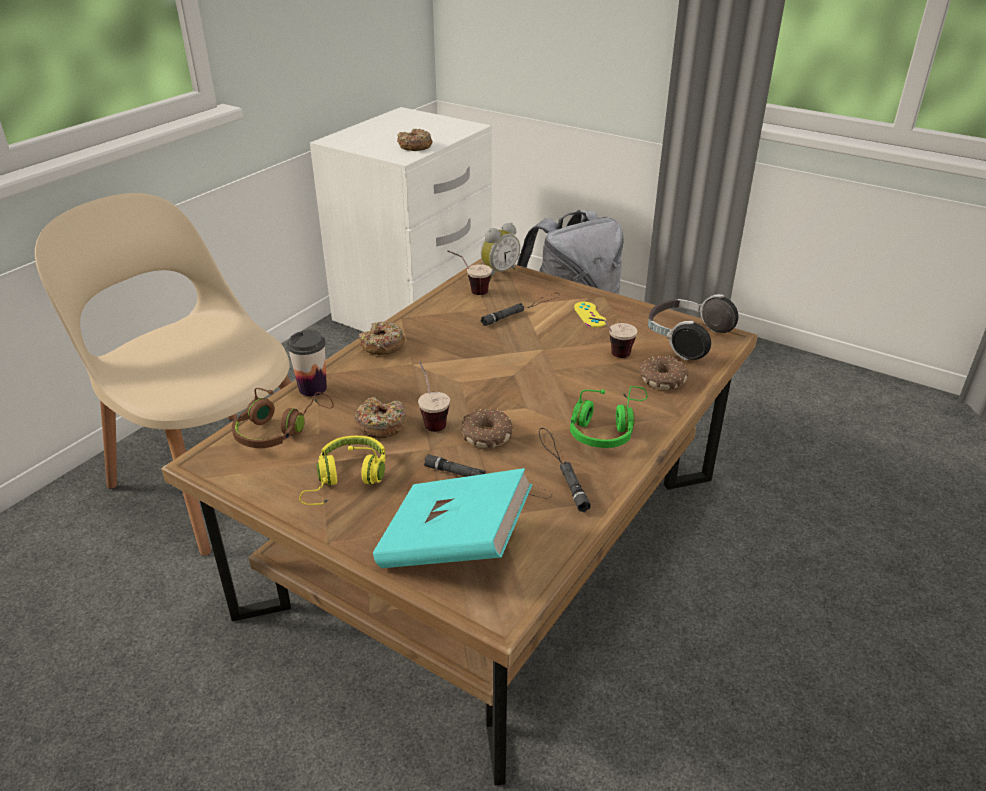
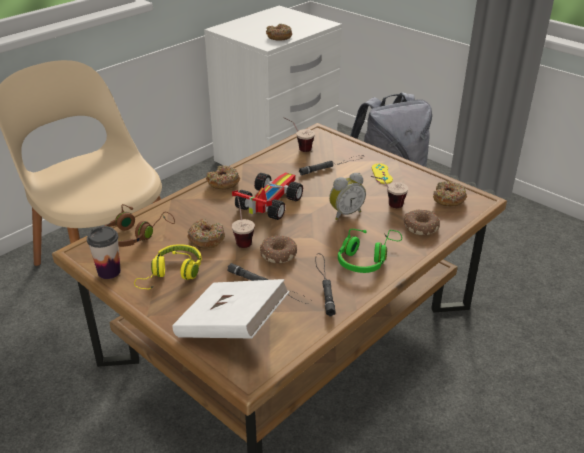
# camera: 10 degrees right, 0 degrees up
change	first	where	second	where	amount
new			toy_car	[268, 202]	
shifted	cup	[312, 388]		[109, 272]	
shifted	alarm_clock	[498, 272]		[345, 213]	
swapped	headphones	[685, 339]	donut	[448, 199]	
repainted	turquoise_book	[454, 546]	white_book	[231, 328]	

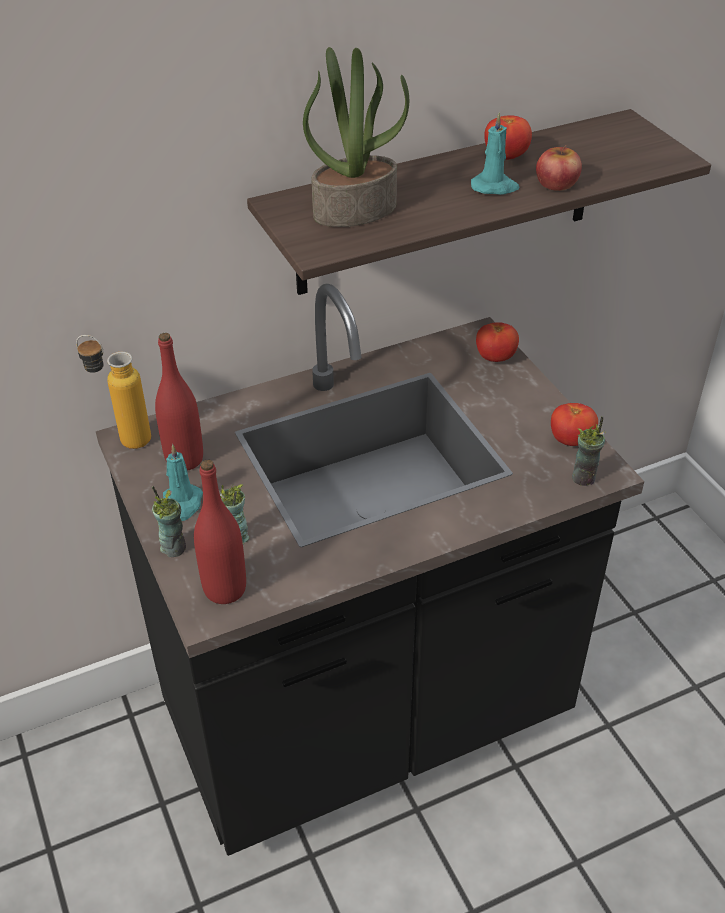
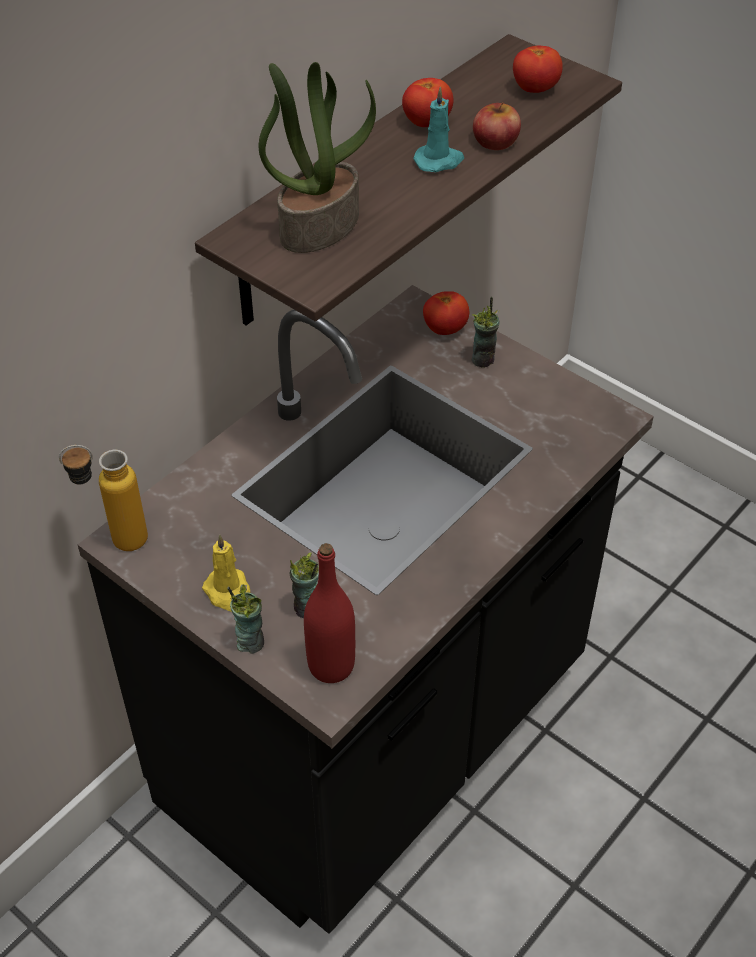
# camera: 25 degrees left, 5 degrees up
change	first	where	second	where	amount
gone	red_bottle	[184, 459]			
shifted	tomato	[571, 440]		[535, 89]	
shifted	cup	[584, 478]		[483, 359]	
repainted	turquoise_candle	[182, 504]	yellow_candle	[228, 592]	

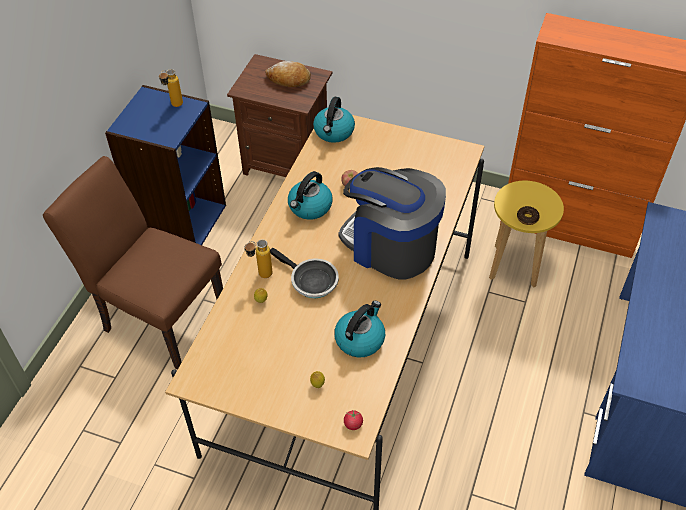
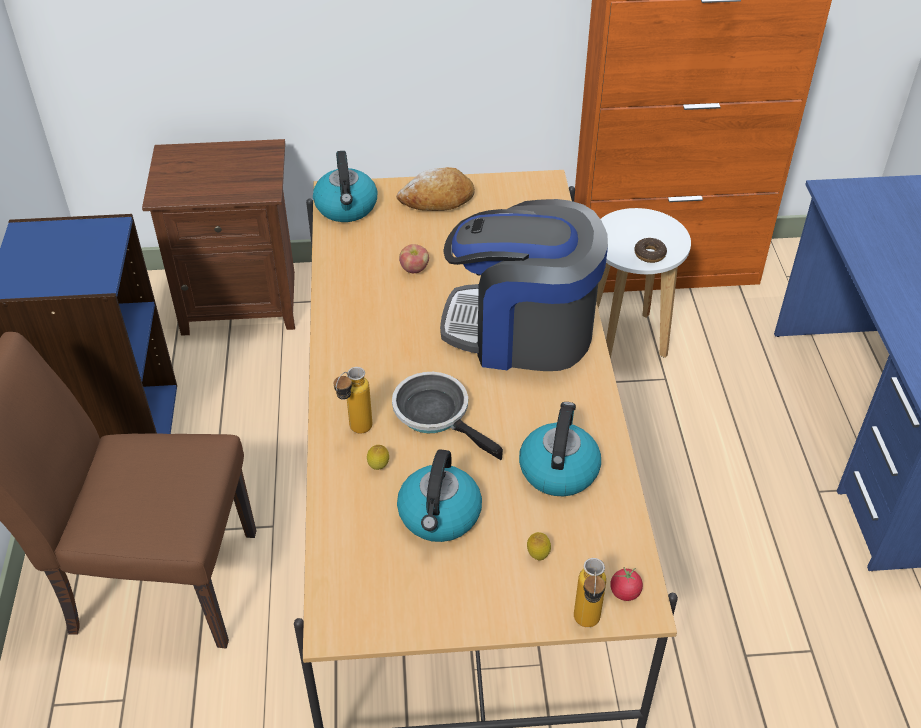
# camera: 25 degrees left, 5 degrees down
change	first	where	second	where	amount
shifted	bottle	[174, 106]		[586, 627]	
shifted	bread	[288, 79]		[437, 199]	
shifted	kettle	[310, 207]		[439, 516]	
repainted	yellow_stool	[515, 266]	white_stool	[626, 339]	
rotated	frying_pan	[311, 281]		[436, 414]	150 degrees counterclockwise

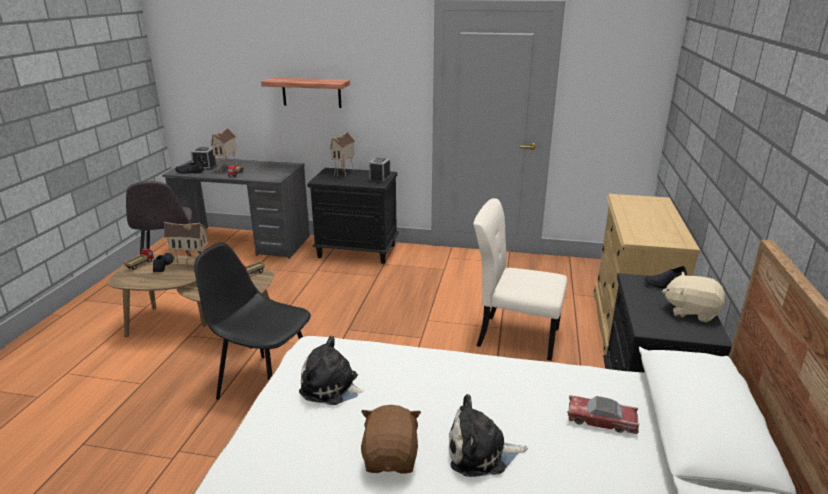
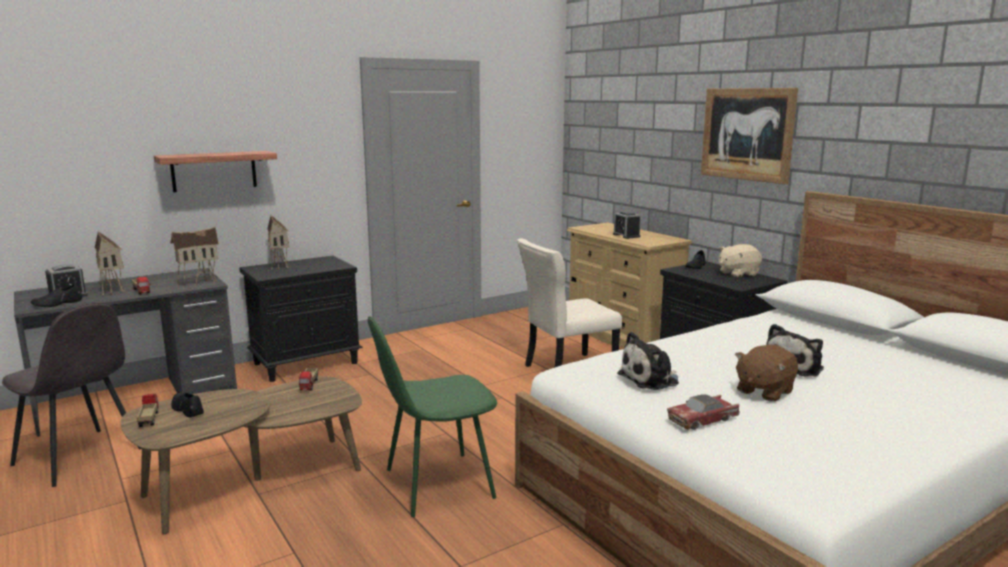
# camera: 45 degrees left, 10 degrees down
change	first	where	second	where	amount
new			picture	[747, 134]	
shifted	toy_house	[191, 266]		[198, 284]	
shifted	alarm_clock	[380, 179]		[626, 235]	
shifted	toy_car	[601, 420]		[702, 419]	
repainted	black_chair	[265, 384]	green_chair	[435, 484]	
rotated	brown_plush_toy	[391, 458]		[764, 391]	90 degrees counterclockwise

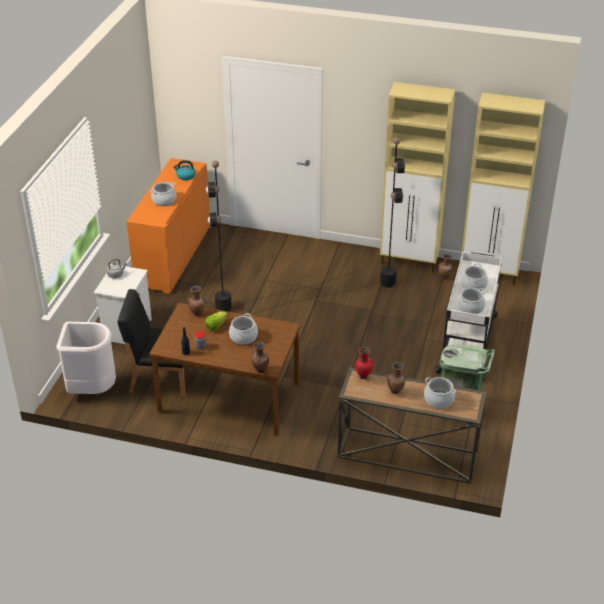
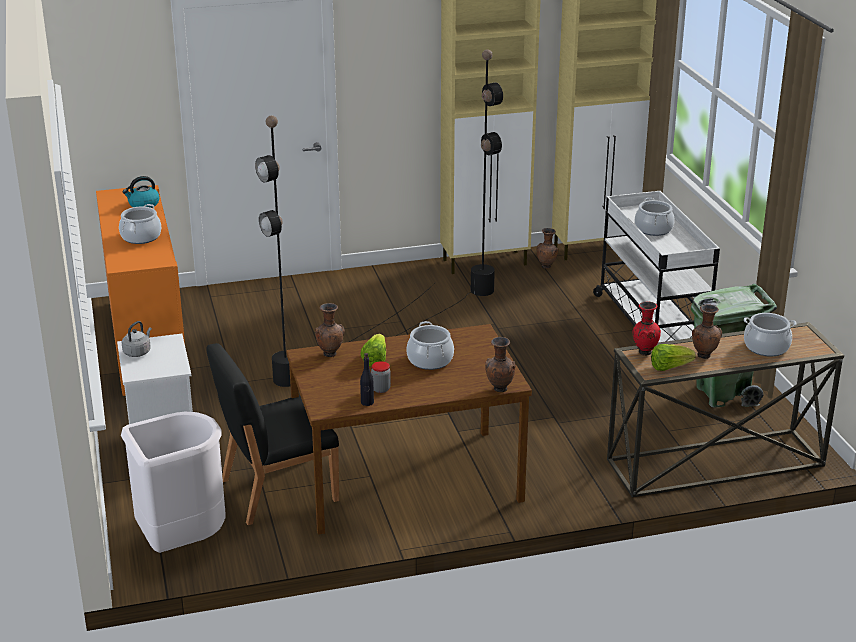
# camera: 30 degrees left, 10 degrees down
change	first	where	second	where	amount
gone	cooking_pot	[470, 308]			
new			lettuce	[669, 367]	

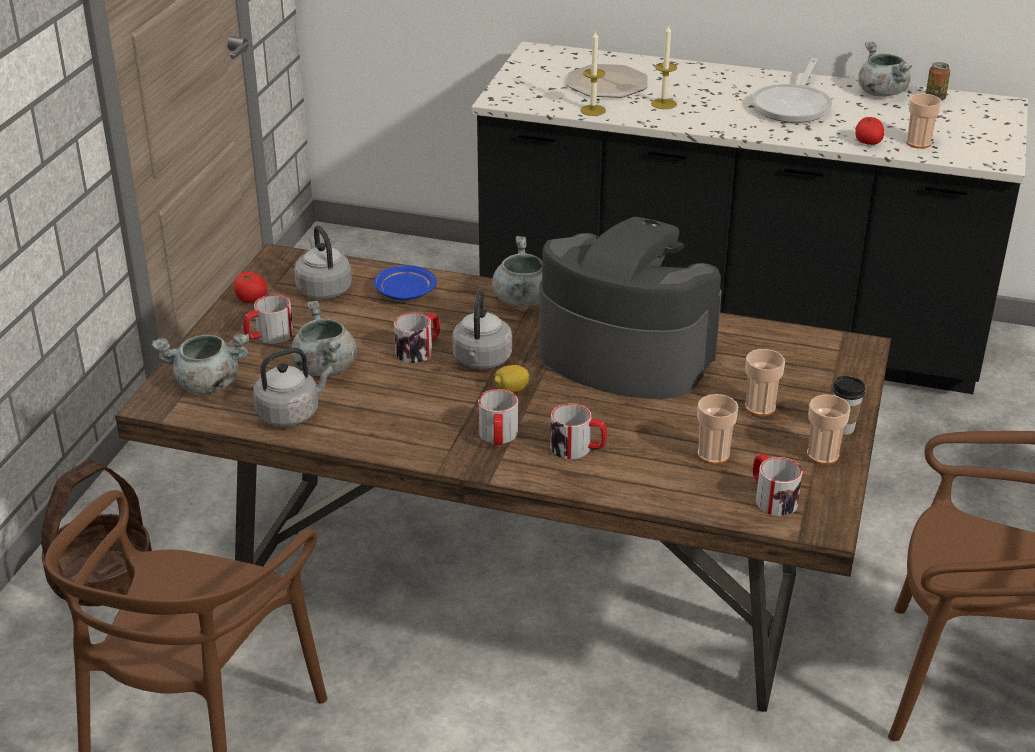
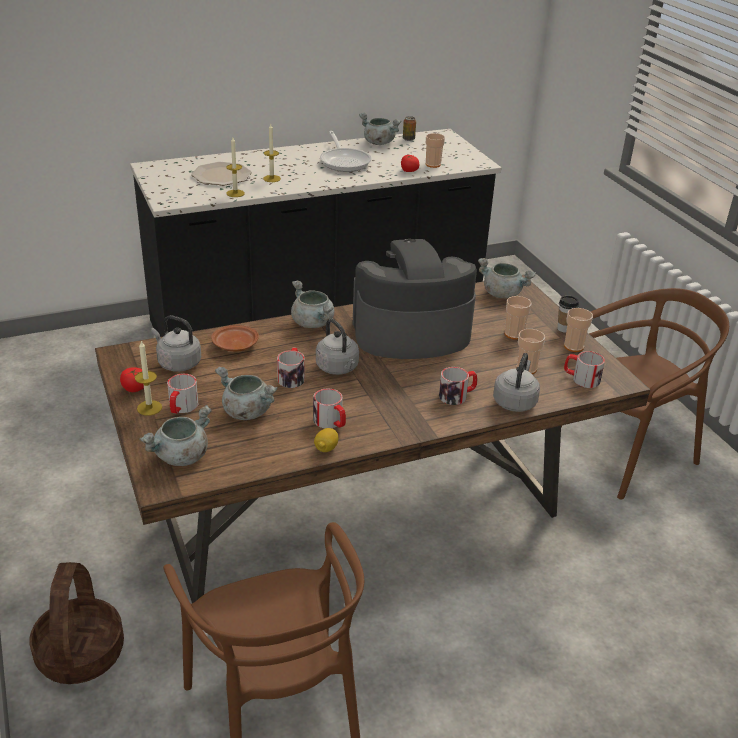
# camera: 40 degrees left, 0 degrees up
change	first	where	second	where	amount
new			candle	[149, 408]	
new			grey_cooking_pot	[503, 294]	
shifted	grey_kettle	[291, 413]		[515, 401]	
shifted	mug	[498, 436]		[331, 422]	
shifted	lemon	[511, 390]		[326, 448]	
repainted	blue_plate	[404, 292]	brown_plate	[234, 345]	

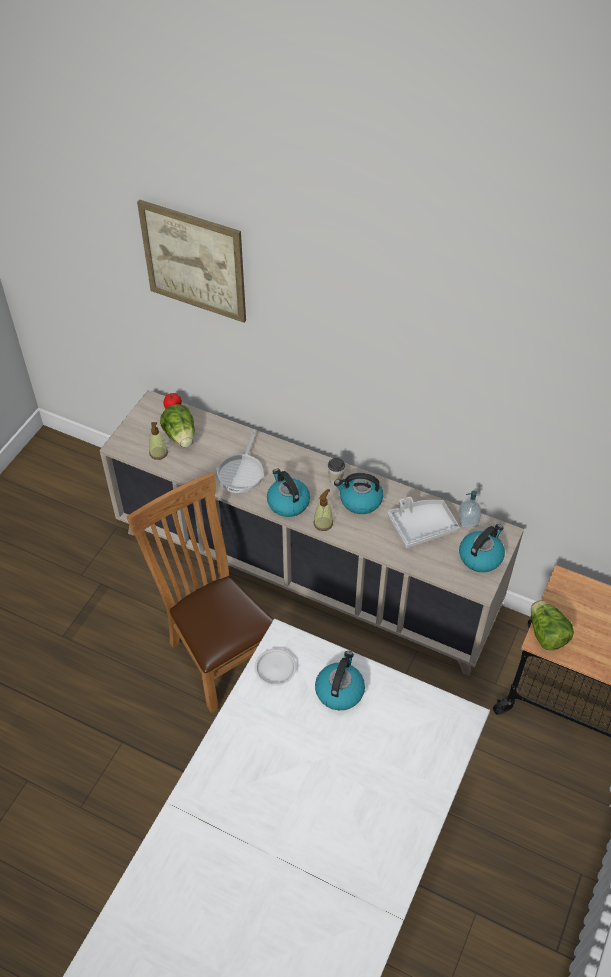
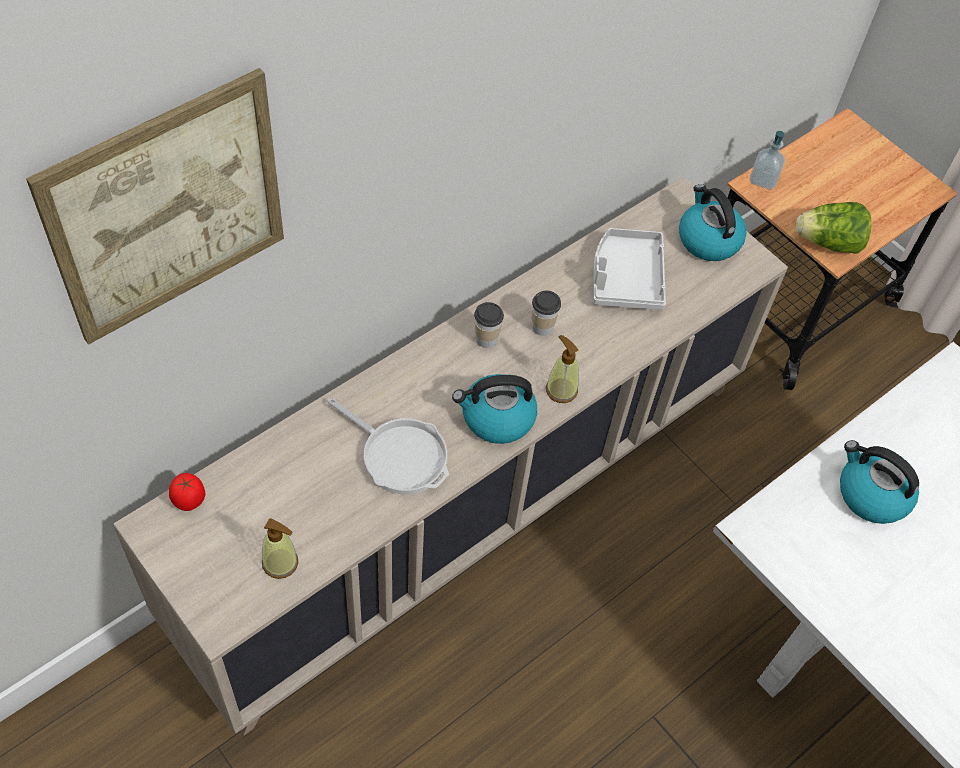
# camera: 70 degrees left, 5 degrees up
change	first	where	second	where	amount
gone	brown_chair	[218, 653]			
gone	lettuce	[181, 436]			
gone	white_plate	[276, 668]			
shifted	soap_dispenser	[468, 520]		[763, 179]	
swapped	kettle	[360, 500]	cup	[542, 327]	

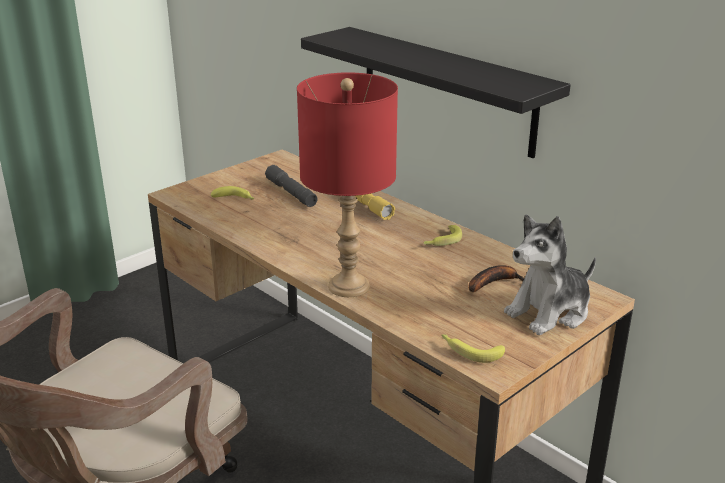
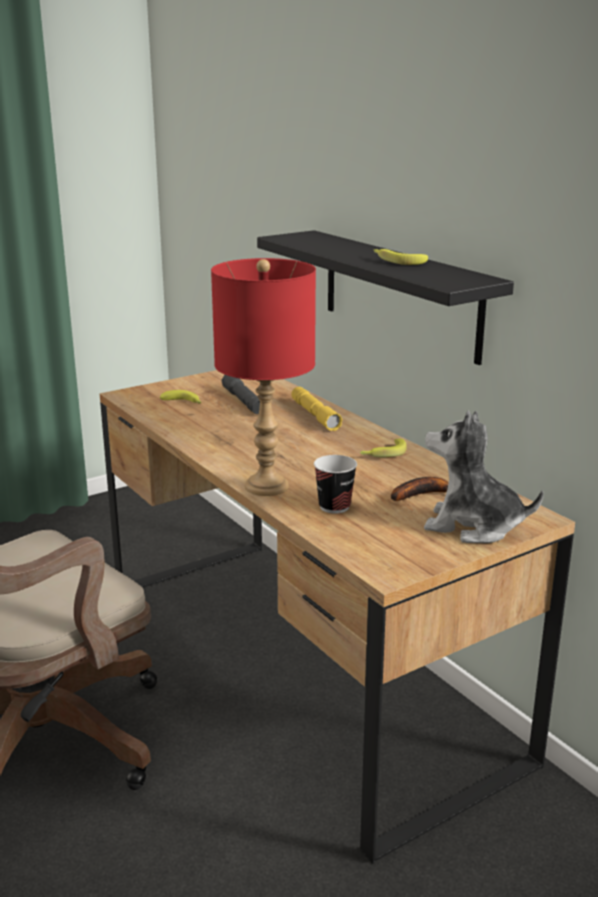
# camera: 10 degrees right, 5 degrees down
change	first	where	second	where	amount
new			cup	[334, 506]	
shifted	banana	[470, 351]		[397, 261]	
rotated	plush_toy	[549, 312]		[472, 526]	45 degrees clockwise

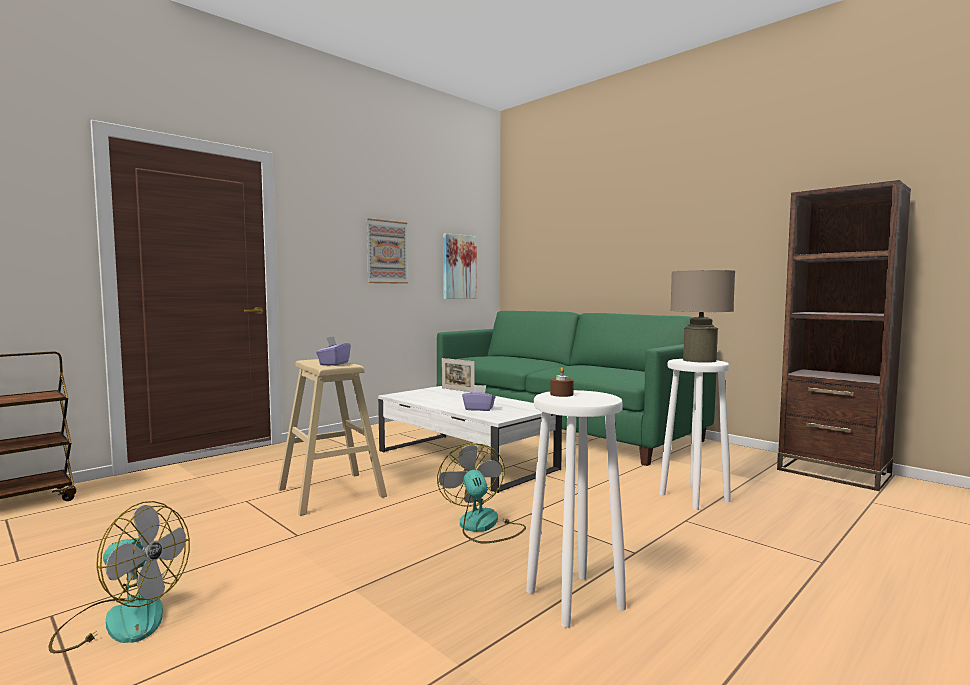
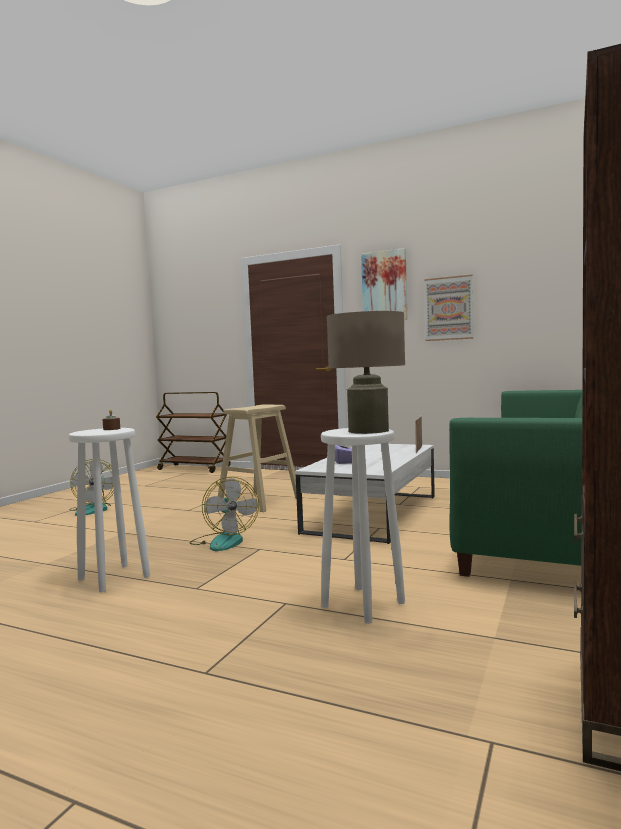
# camera: 70 degrees right, 0 degrees up
change	first	where	second	where	amount
gone	purple_tissue_box	[333, 364]			
shifted	picture	[459, 267]		[384, 286]	
rotated	fan	[483, 526]		[223, 541]	105 degrees clockwise

